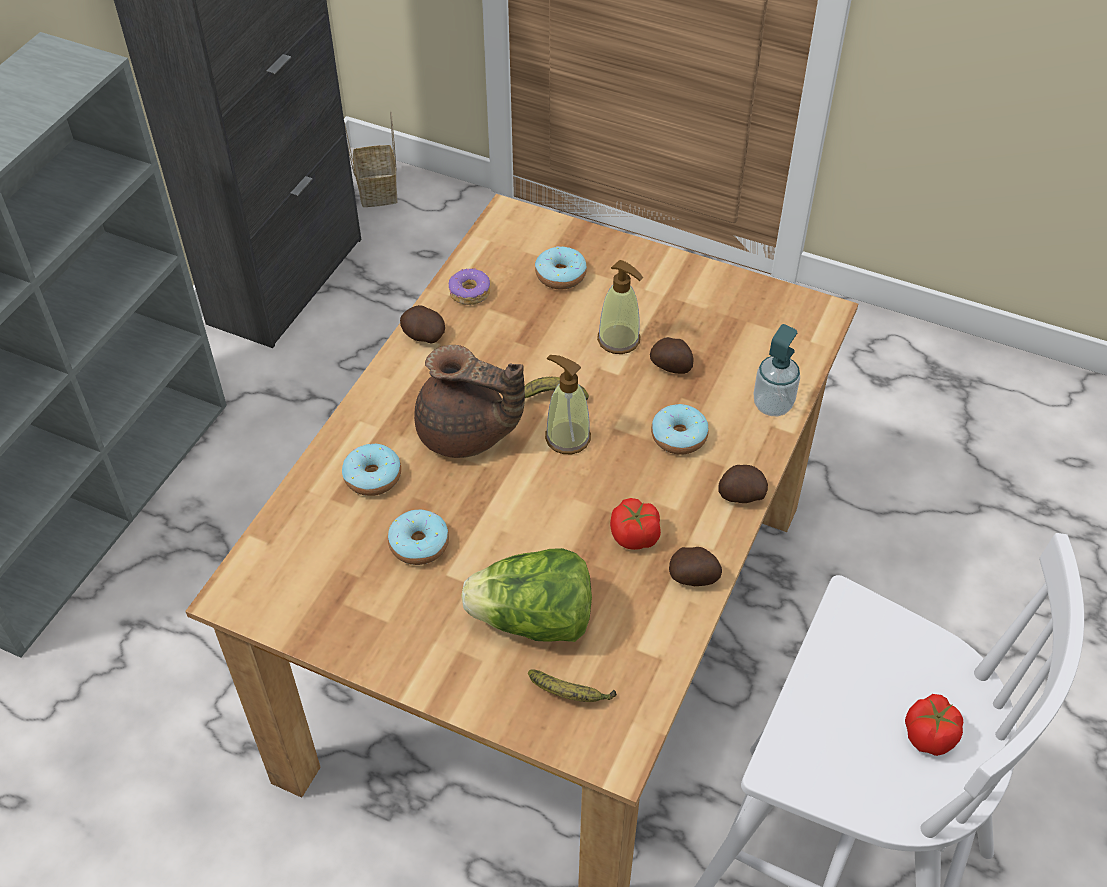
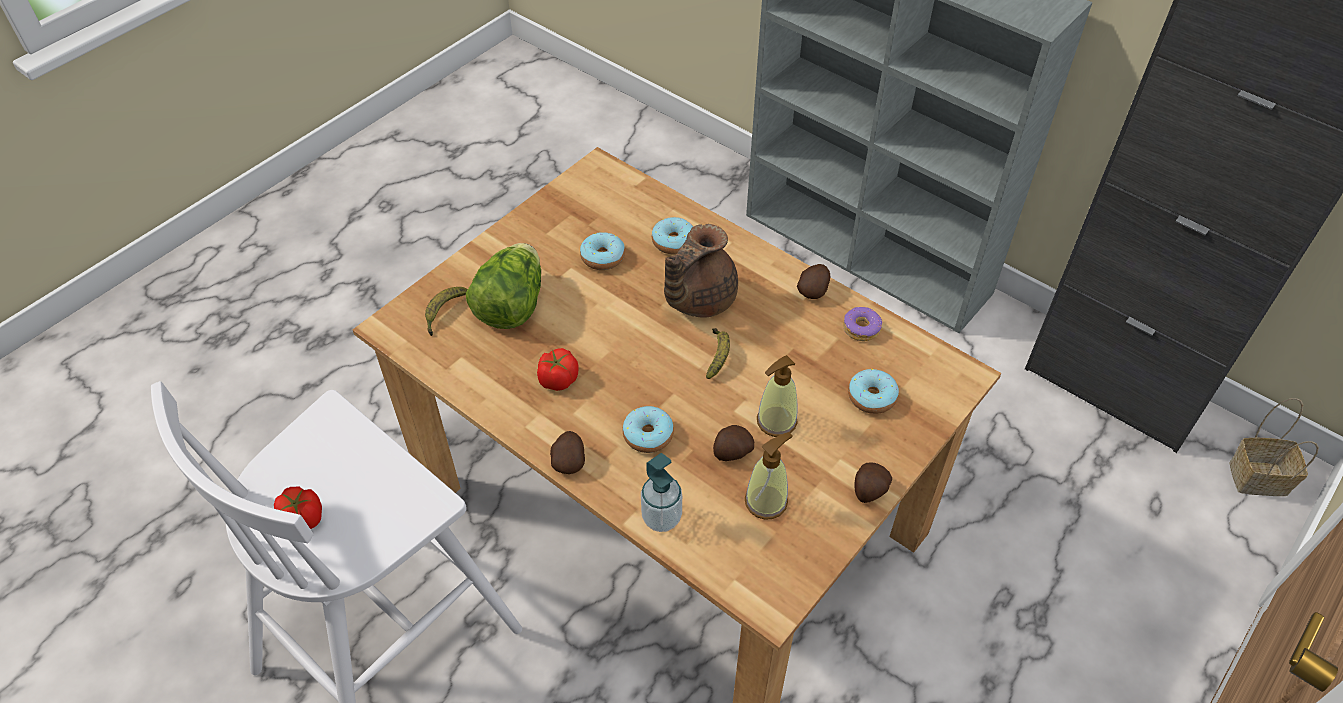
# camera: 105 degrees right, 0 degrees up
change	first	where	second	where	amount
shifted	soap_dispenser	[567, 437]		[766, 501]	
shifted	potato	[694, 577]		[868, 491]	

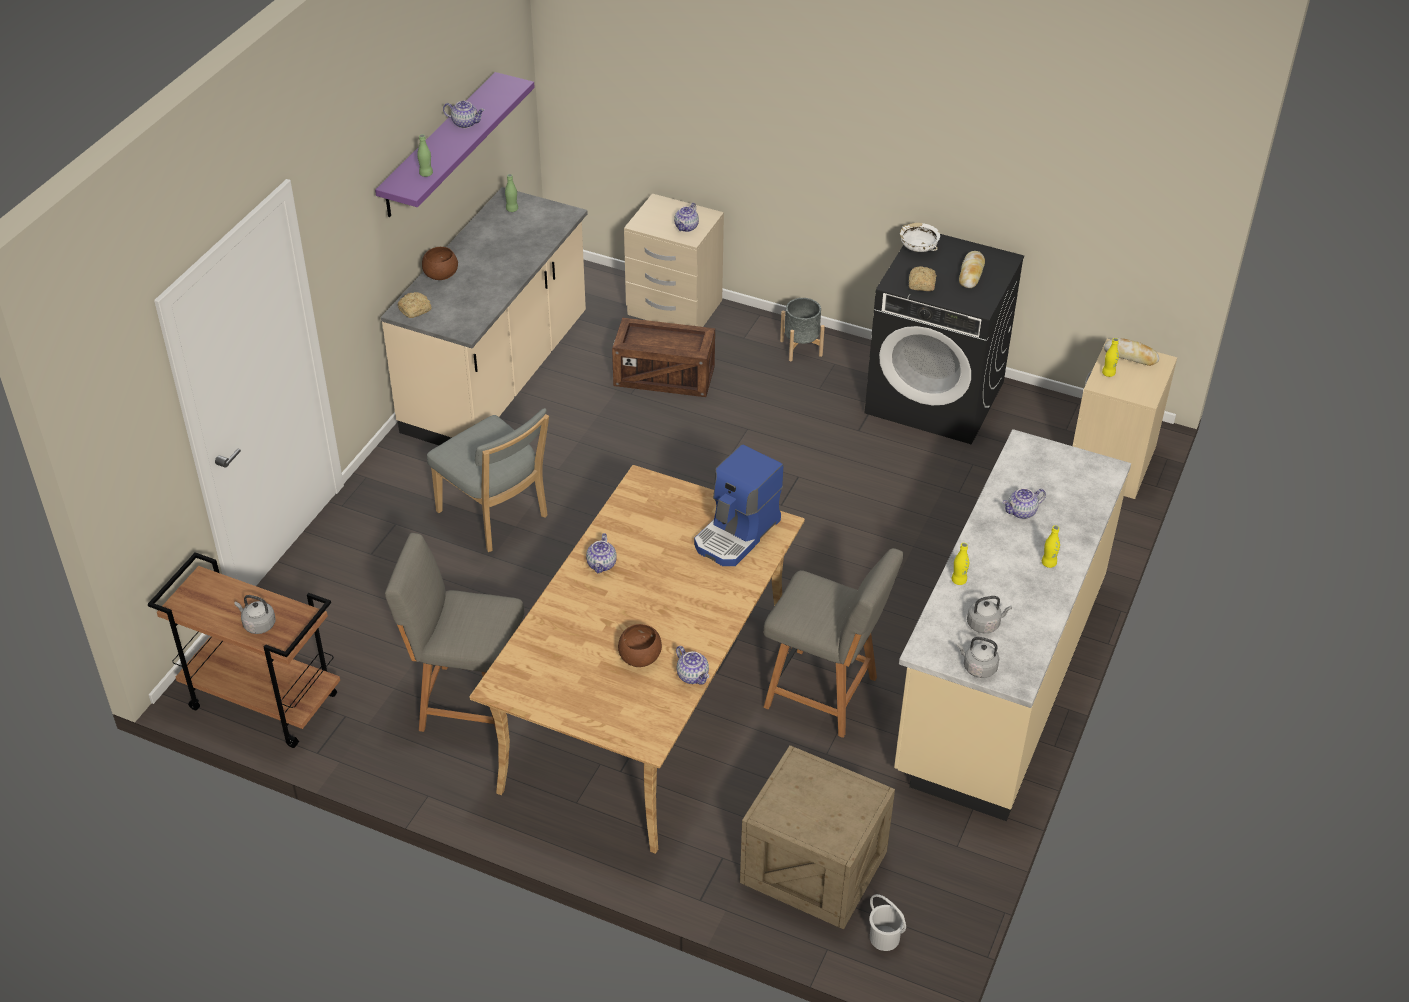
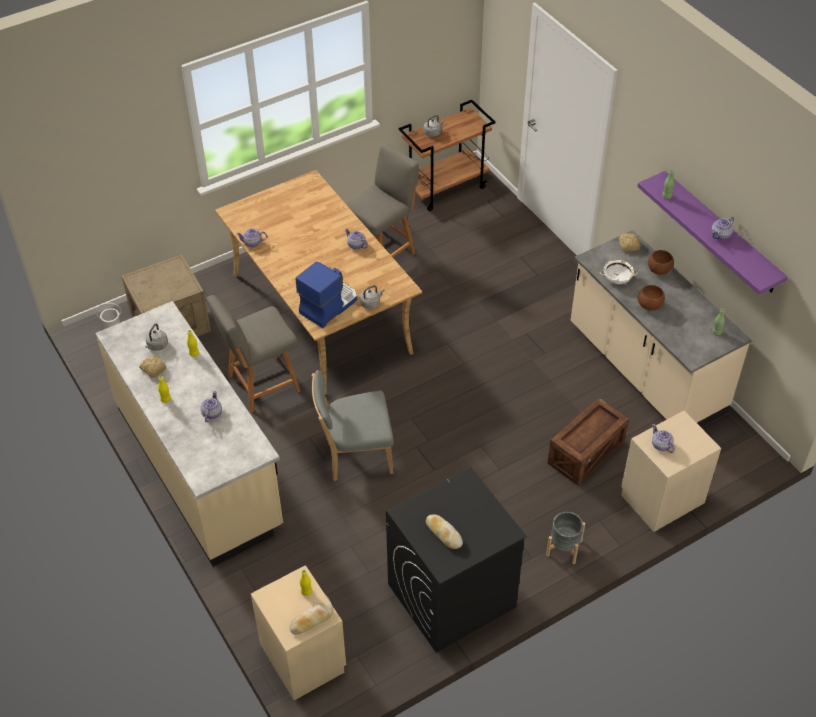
# camera: 125 degrees right, 5 degrees up
change	first	where	second	where	amount
shifted	grey_chair	[496, 517]		[355, 455]	
shifted	brown_bowl	[639, 657]		[649, 305]	
shifted	white_bowl	[918, 247]		[617, 279]	
shifted	bread	[921, 284]		[153, 369]	
shifted	grey_kettle	[977, 667]		[371, 303]	
rotated	coffee_machine	[737, 534]		[328, 305]	60 degrees clockwise

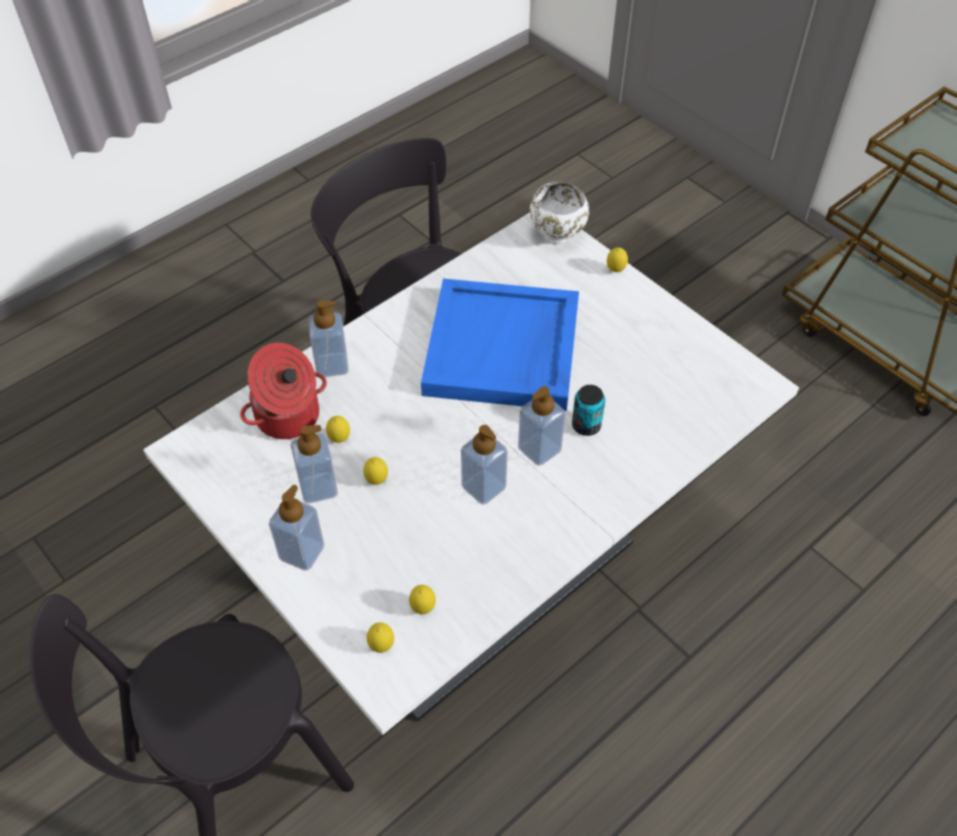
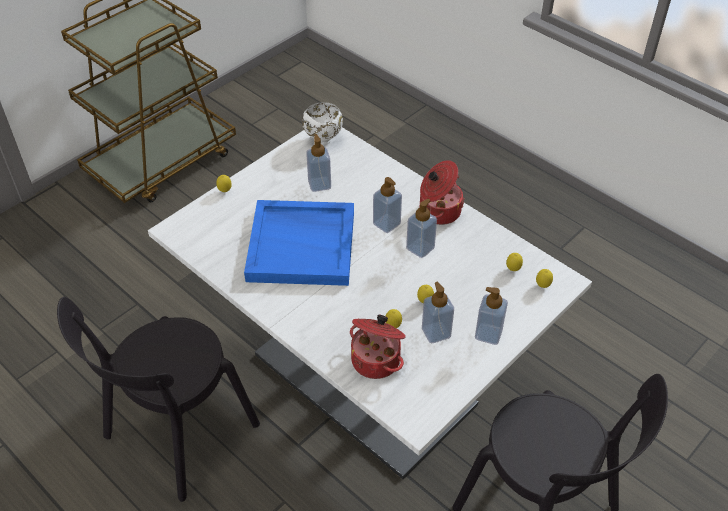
# camera: 95 degrees left, 5 degrees down
change	first	where	second	where	amount
gone	can	[586, 425]			
new			cooking_pot	[438, 211]	
shifted	soap_dispenser	[332, 365]		[319, 184]	
shifted	white_bowl	[557, 238]		[323, 140]	

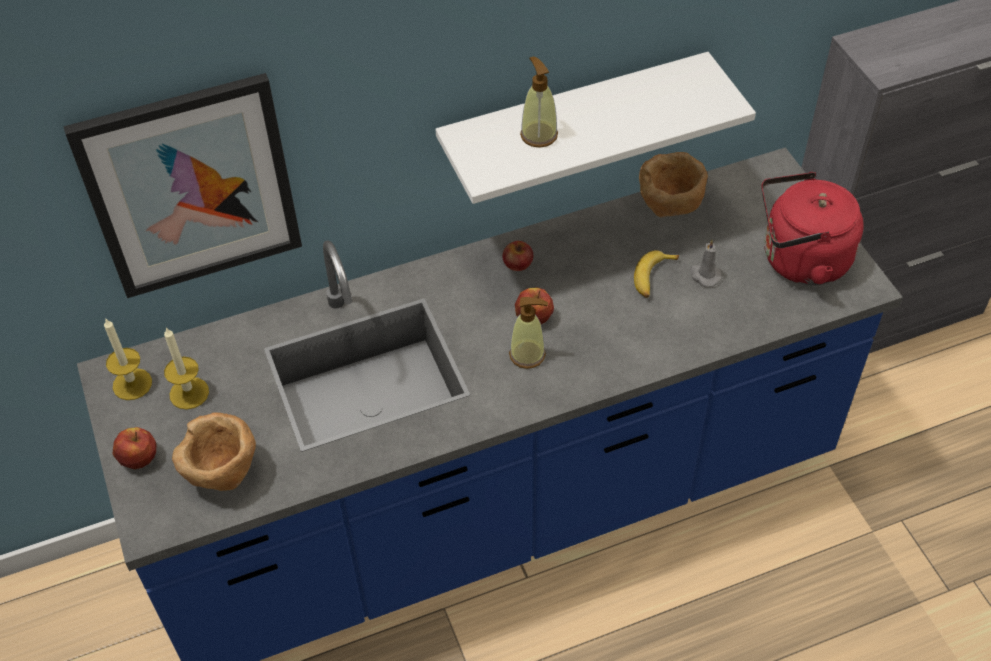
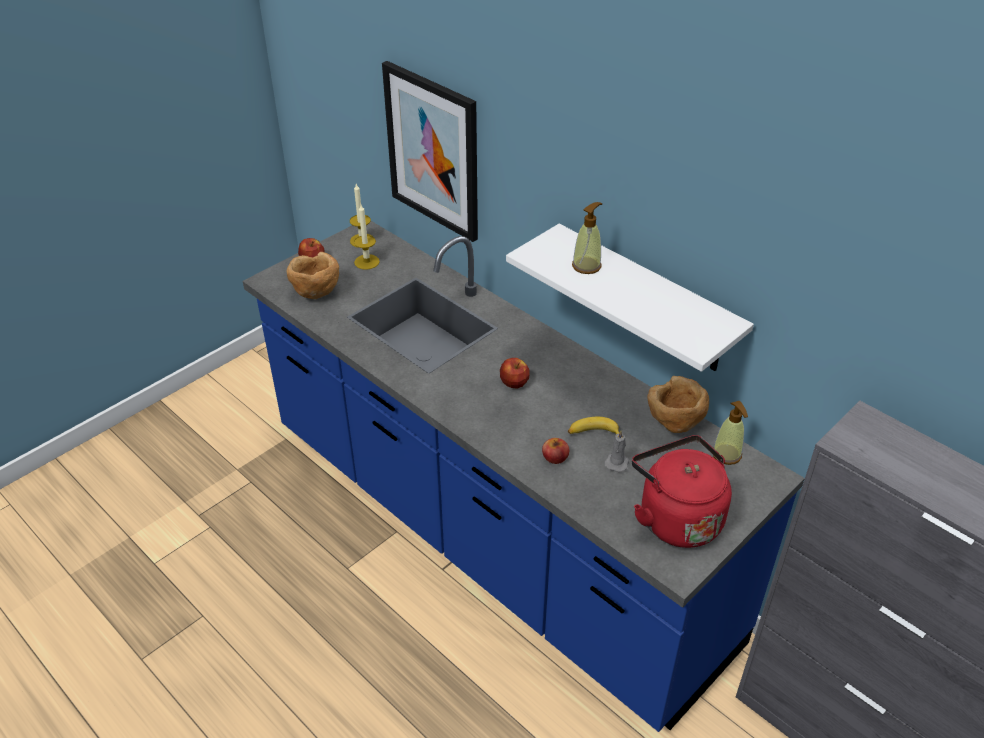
# camera: 65 degrees right, 10 degrees down
change	first	where	second	where	amount
shifted	apple	[517, 263]		[555, 457]	
shifted	soap_dispenser	[527, 355]		[726, 454]	

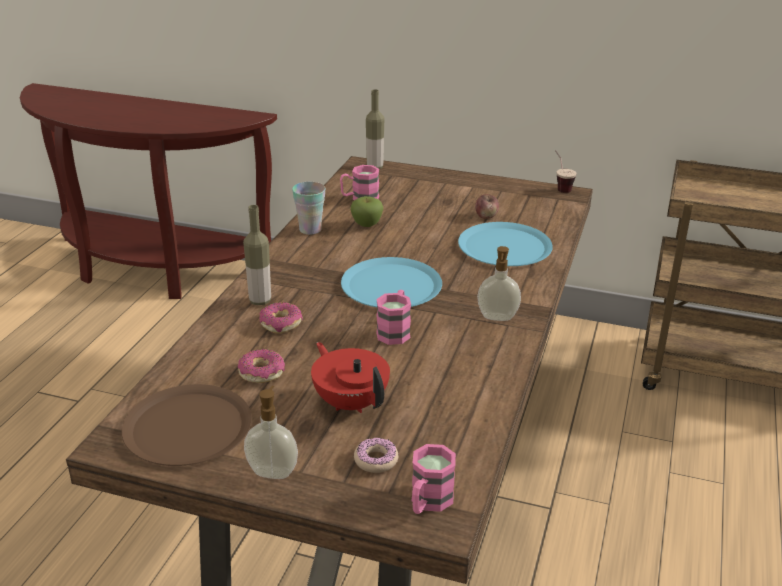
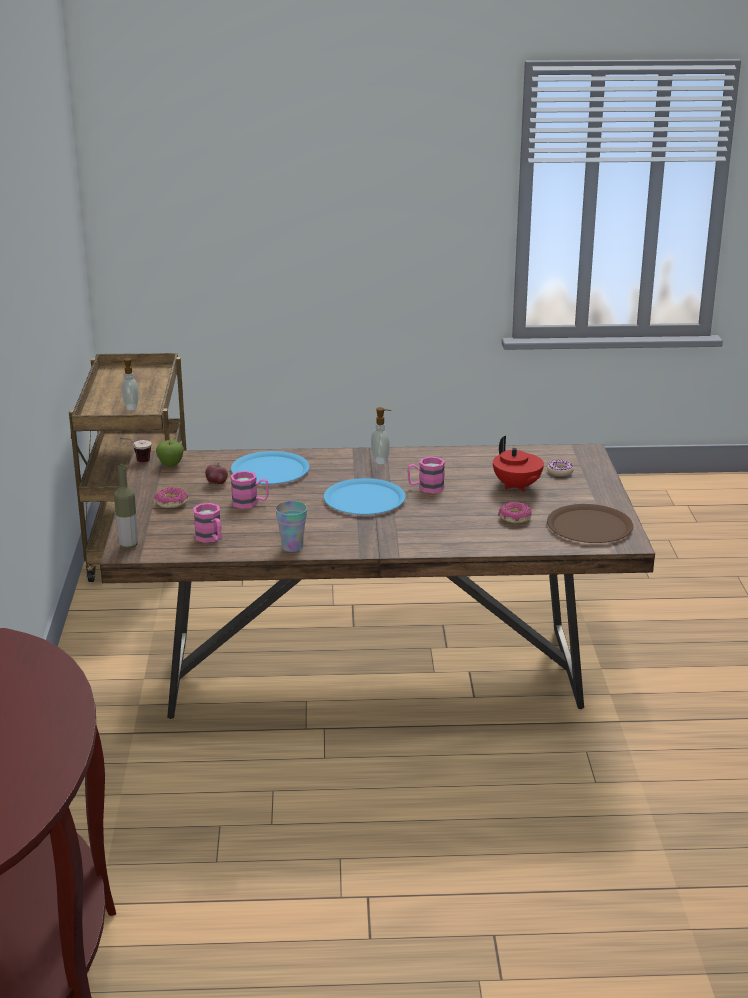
# camera: 110 degrees left, 5 degrees down
change	first	where	second	where	amount
gone	bottle	[260, 301]			
shifted	soap_dispenser	[273, 472]		[130, 407]	
shifted	donut	[281, 324]		[171, 503]	
shifted	apple	[367, 225]		[171, 464]	
shifted	pink_mug	[428, 502]		[250, 503]	
rotated	red_teapot	[351, 402]		[517, 487]	60 degrees counterclockwise

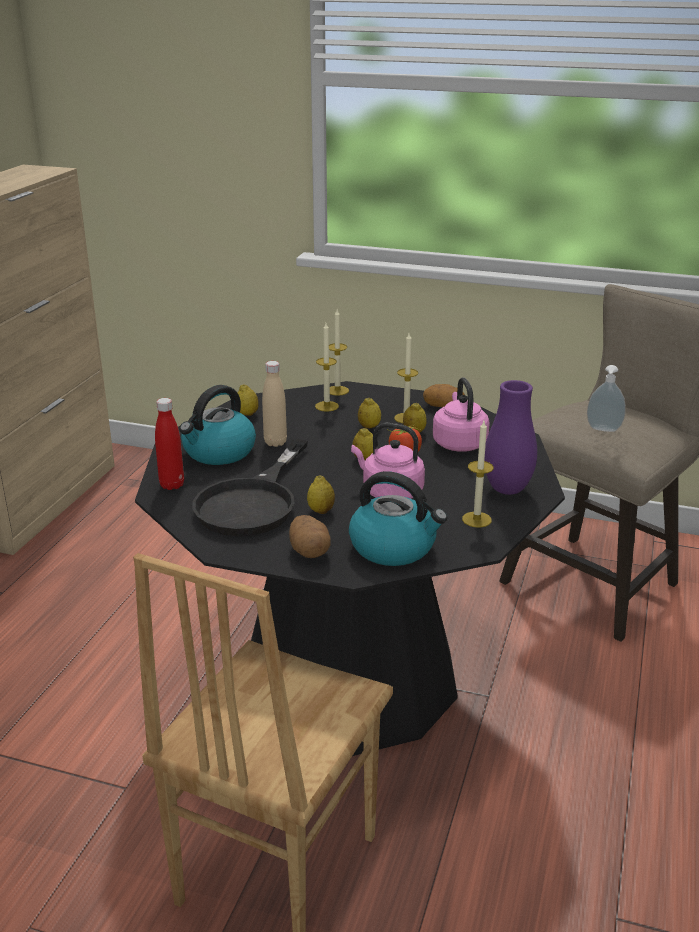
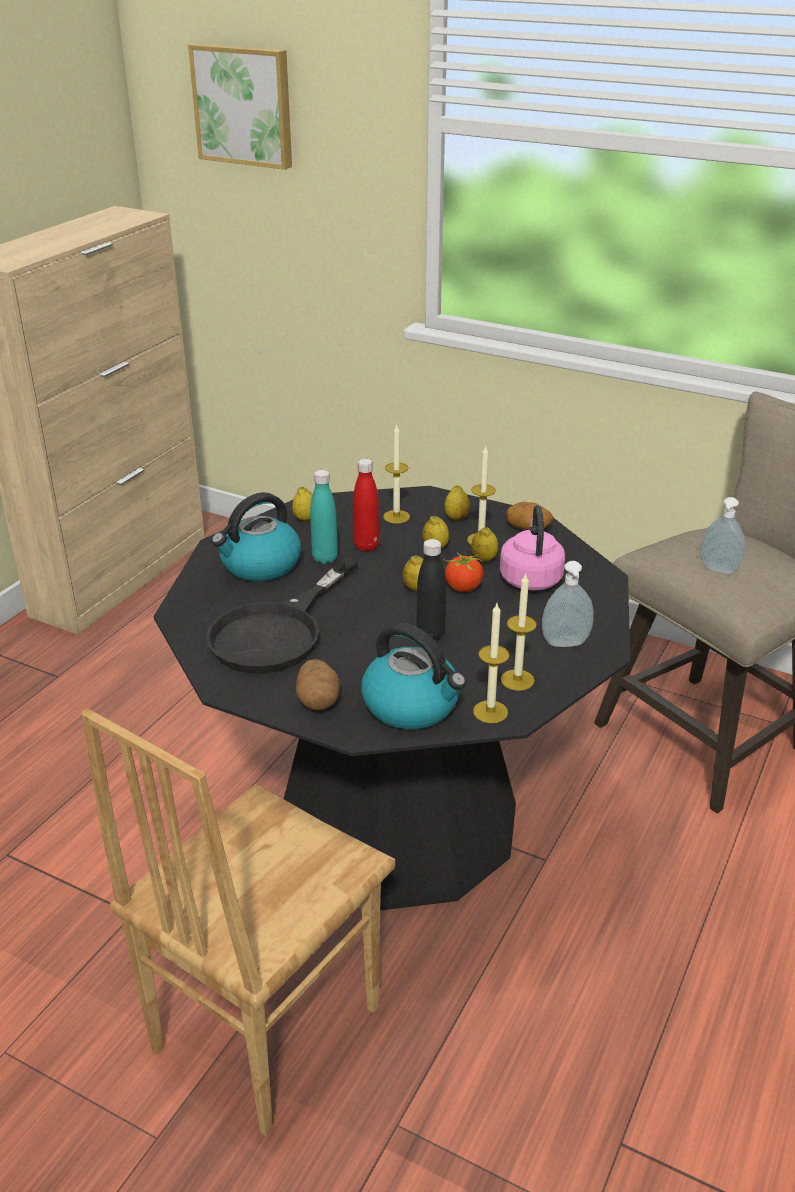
# camera: 10 degrees right, 5 degrees up
change	first	where	second	where	amount
new			picture	[244, 105]	
shifted	red_bottle	[172, 485]		[366, 546]	
shifted	lemon	[321, 511]		[456, 518]	
shifted	candle	[337, 390]		[490, 712]	
swapped	pink_kettle	[389, 492]	black_bottle	[430, 634]	
swapped	purple_vase	[507, 489]	soap_dispenser	[565, 644]	
repainted	beige_bottle	[275, 442]	turquoise_bottle	[325, 558]	

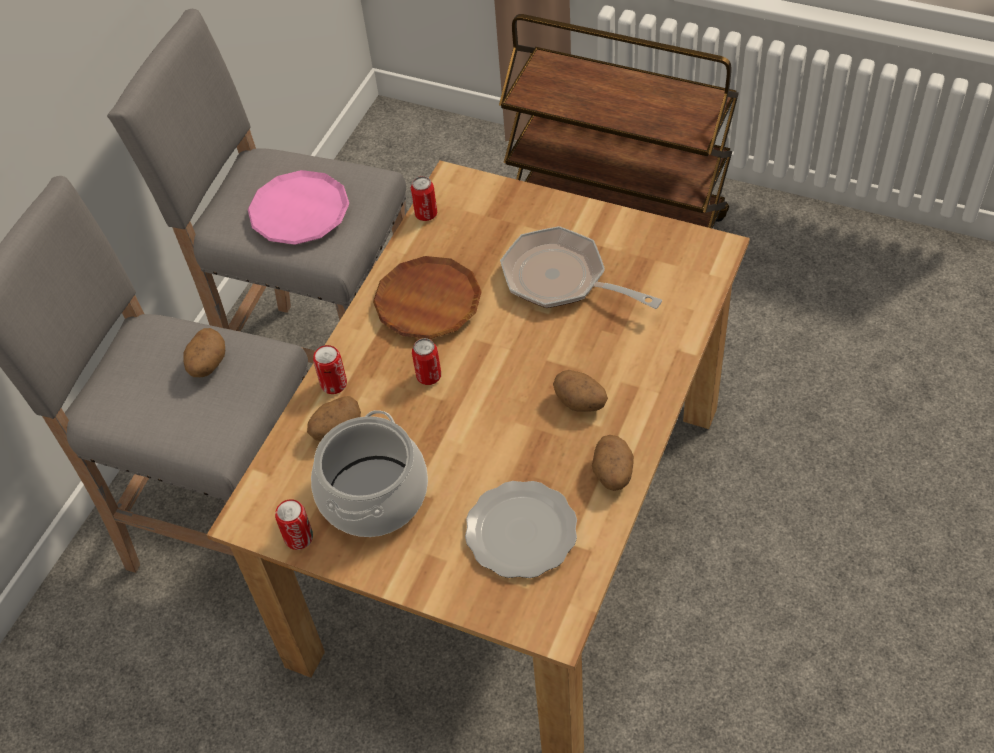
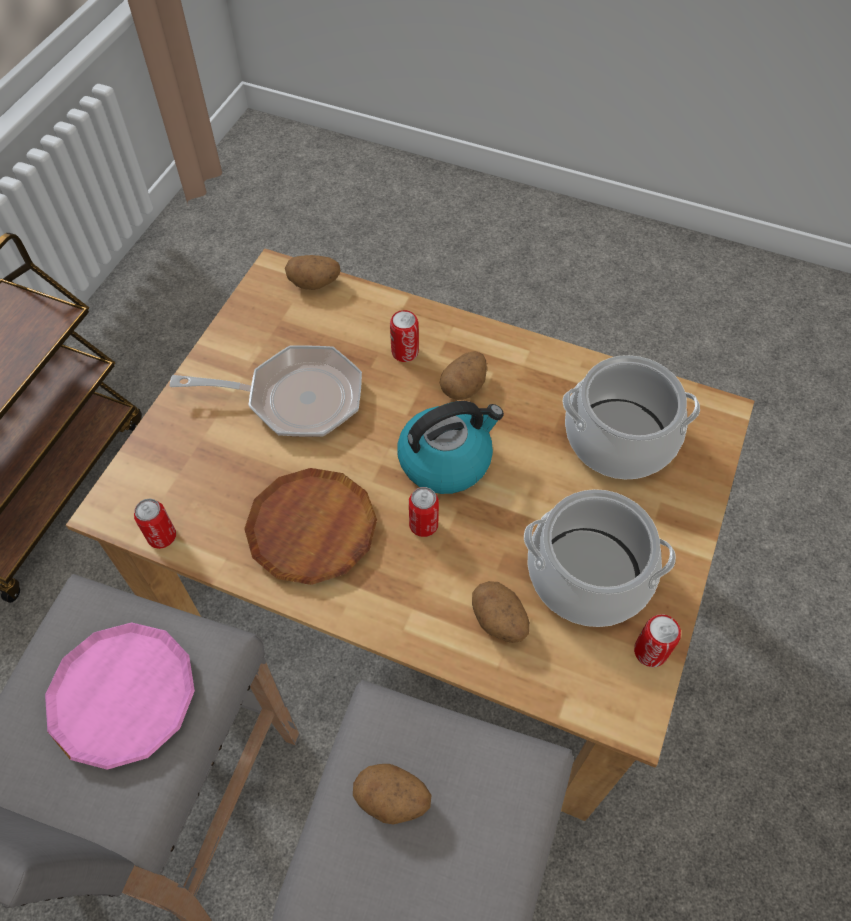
# camera: 95 degrees left, 5 degrees up
change	first	where	second	where	amount
new			kettle	[446, 459]	
shifted	can	[334, 384]		[405, 352]	
shifted	potato	[612, 474]		[315, 283]	
swapped	plate	[520, 530]	cooking_pot	[619, 439]	
rotated	frying_pan	[562, 279]		[295, 398]	120 degrees counterclockwise

